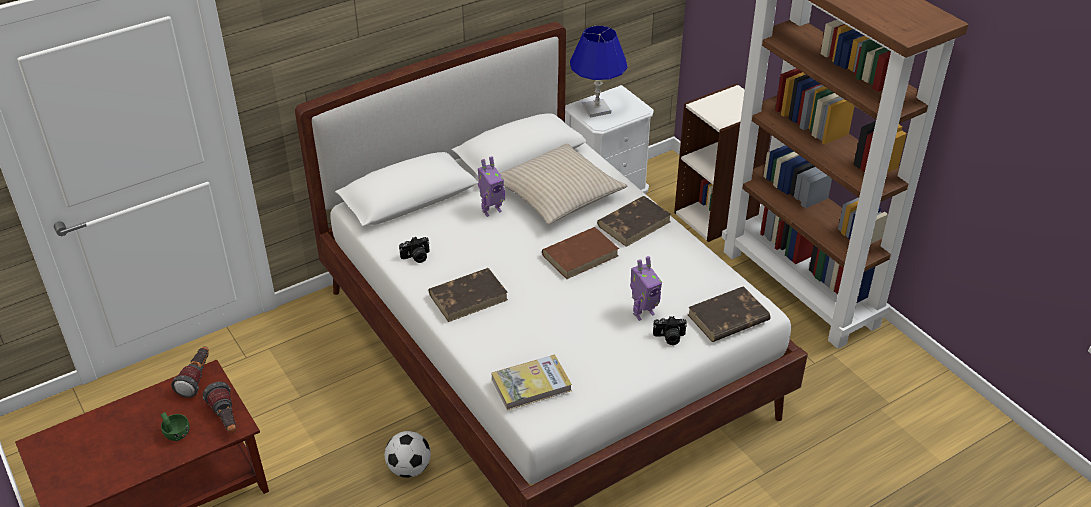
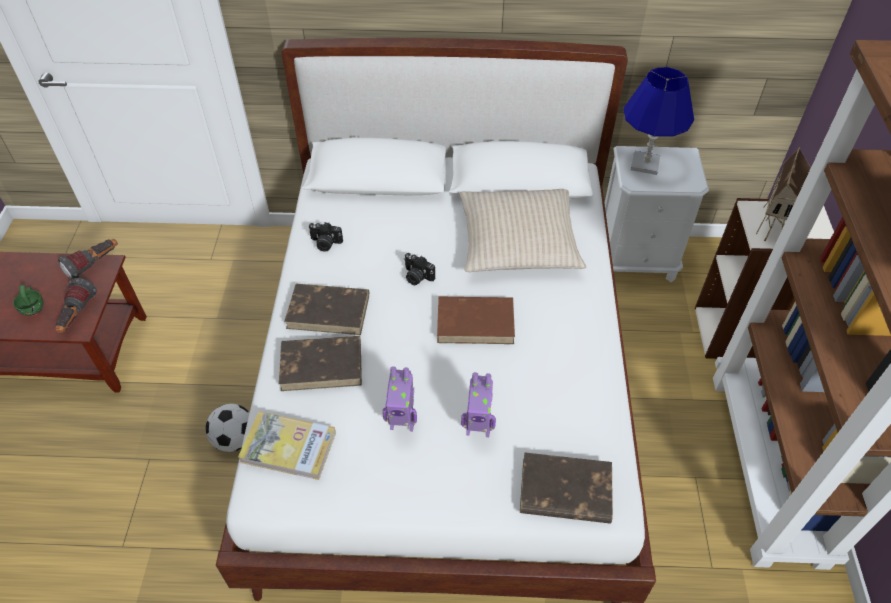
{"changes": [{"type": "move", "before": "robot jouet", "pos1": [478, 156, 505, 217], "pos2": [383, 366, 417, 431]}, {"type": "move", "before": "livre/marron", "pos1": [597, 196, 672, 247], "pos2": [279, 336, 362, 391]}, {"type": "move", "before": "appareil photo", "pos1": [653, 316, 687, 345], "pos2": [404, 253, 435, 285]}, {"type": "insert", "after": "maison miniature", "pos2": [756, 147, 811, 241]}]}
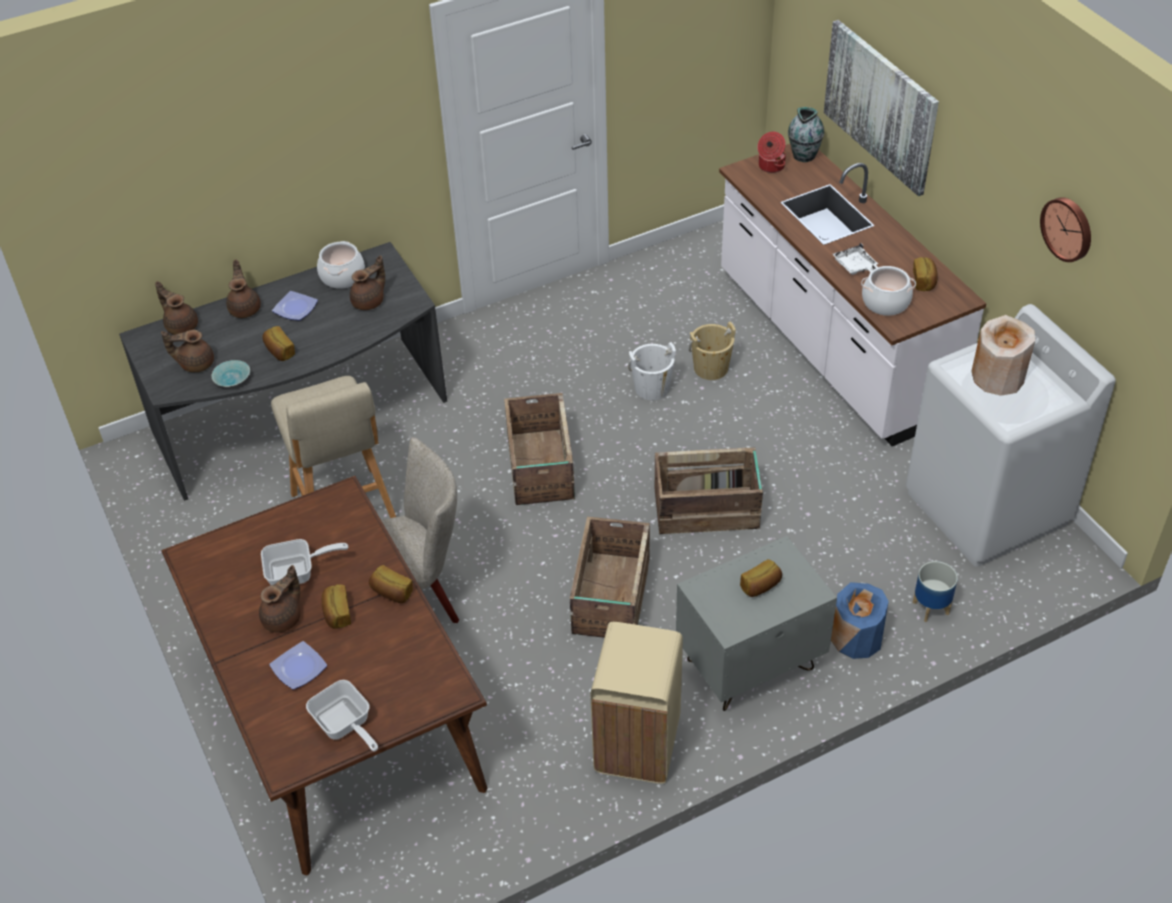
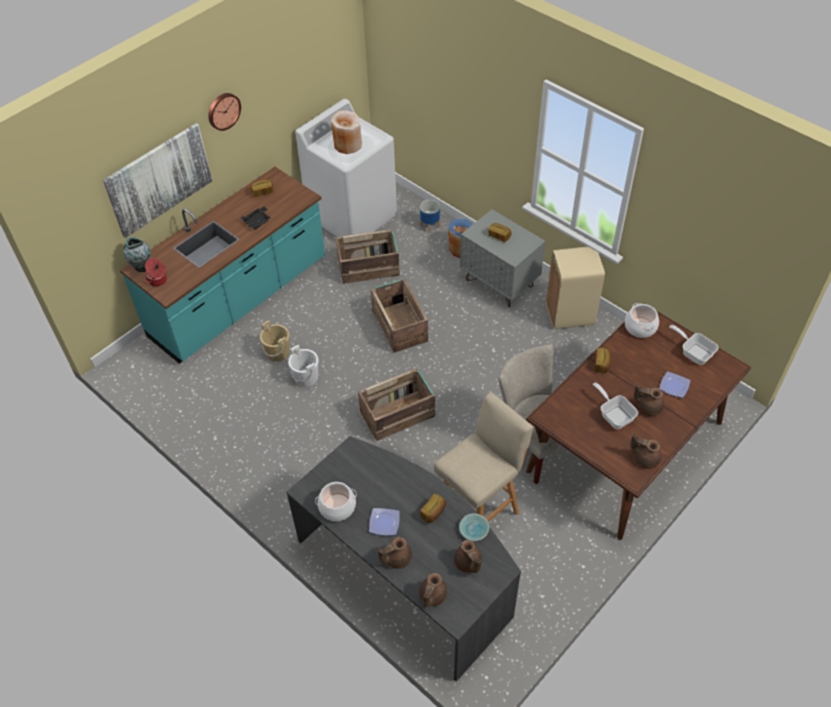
{"changes": [{"type": "recolor", "before": "comptoir de cuisine/blanc", "after": "comptoir de cuisine/turquoise", "pos1": [719, 144, 986, 446], "pos2": [120, 167, 325, 364]}, {"type": "move", "before": "horloge murale", "pos1": [1040, 197, 1091, 262], "pos2": [208, 93, 241, 131]}, {"type": "recolor", "before": "plateau/blanc", "after": "plateau/noir", "pos1": [832, 243, 878, 275], "pos2": [241, 206, 271, 230]}, {"type": "move", "before": "théière/marron", "pos1": [350, 255, 385, 310], "pos2": [630, 434, 661, 469]}, {"type": "move", "before": "marmite", "pos1": [861, 266, 916, 316], "pos2": [625, 303, 659, 338]}, {"type": "move", "before": "caisse", "pos1": [570, 517, 650, 638], "pos2": [336, 229, 400, 284]}, {"type": "delete", "before": "pain", "pos1": [322, 584, 351, 629]}, {"type": "rotate", "before": "poêle", "pos1": [306, 680, 378, 751], "pos2": [669, 325, 719, 365], "turn": -75}]}
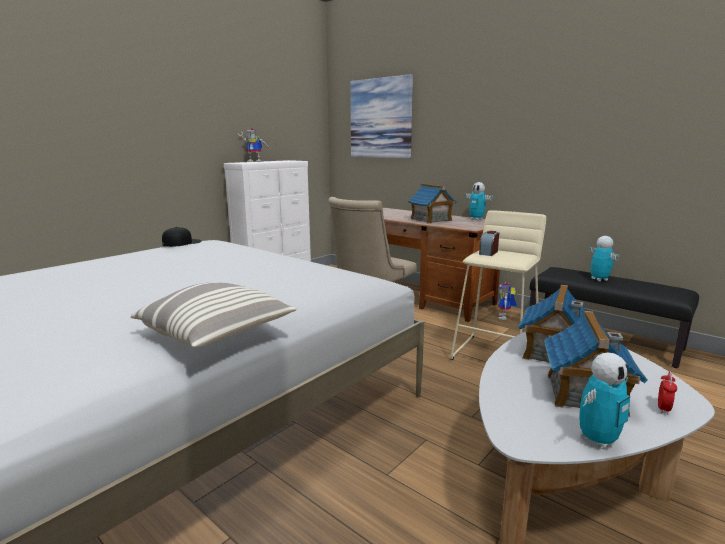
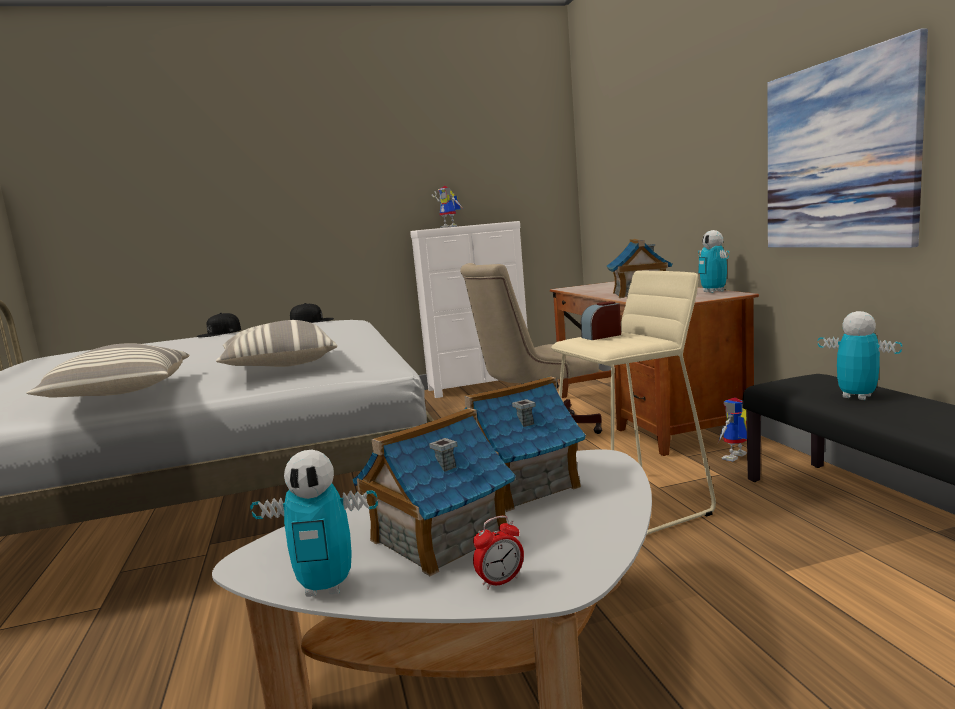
{"changes": [{"type": "move", "before": "tableau", "pos1": [350, 74, 413, 158], "pos2": [768, 29, 928, 248]}, {"type": "rotate", "before": "robot jouet", "pos1": [589, 236, 619, 281], "pos2": [818, 311, 902, 400], "turn": -60}, {"type": "insert", "after": "casquette/noir", "pos2": [197, 313, 241, 337]}, {"type": "insert", "after": "coussin", "pos2": [216, 320, 337, 367]}]}
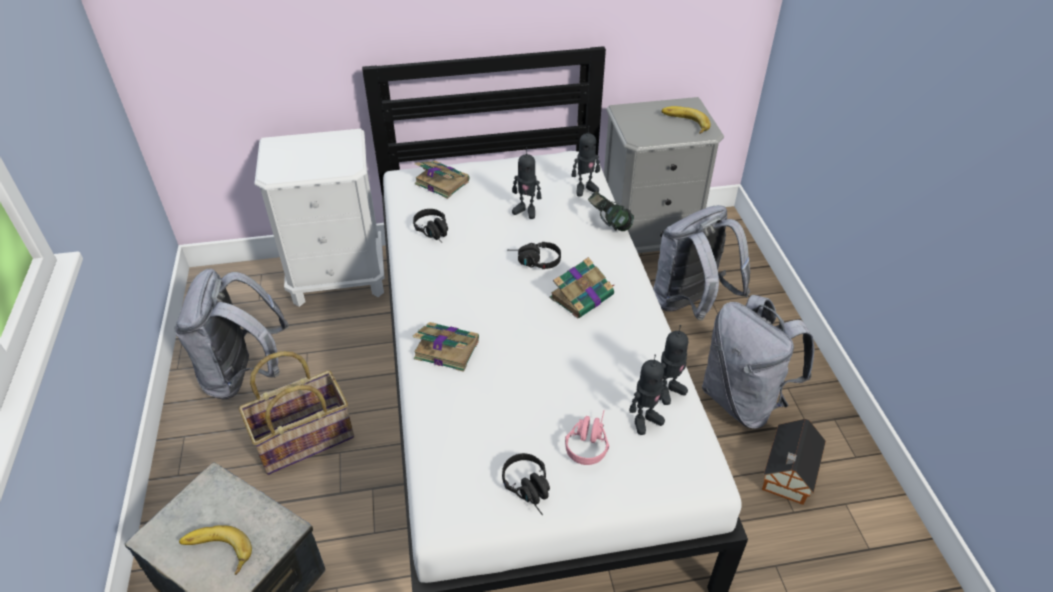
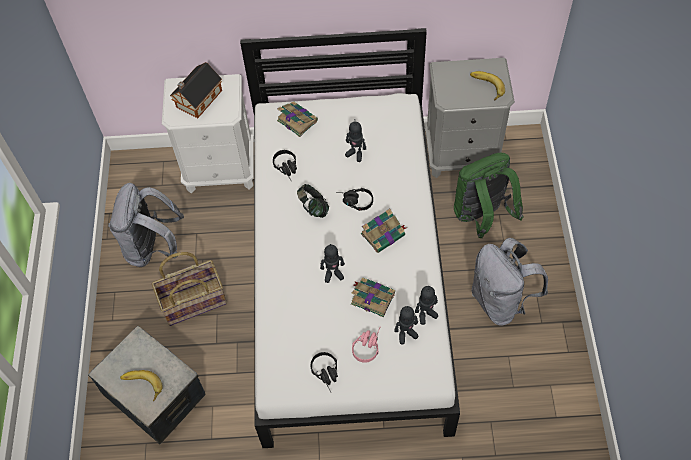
{"changes": [{"type": "move", "before": "robot jouet", "pos1": [571, 126, 600, 197], "pos2": [320, 244, 345, 283]}, {"type": "move", "before": "casque audio", "pos1": [588, 191, 634, 231], "pos2": [297, 184, 329, 218]}, {"type": "recolor", "before": "sac à dos/gris", "after": "sac à dos/vert", "pos1": [653, 205, 750, 320], "pos2": [454, 153, 524, 238]}, {"type": "move", "before": "livre", "pos1": [413, 322, 479, 372], "pos2": [351, 278, 395, 318]}, {"type": "move", "before": "maison miniature", "pos1": [762, 419, 826, 505], "pos2": [170, 62, 222, 118]}]}
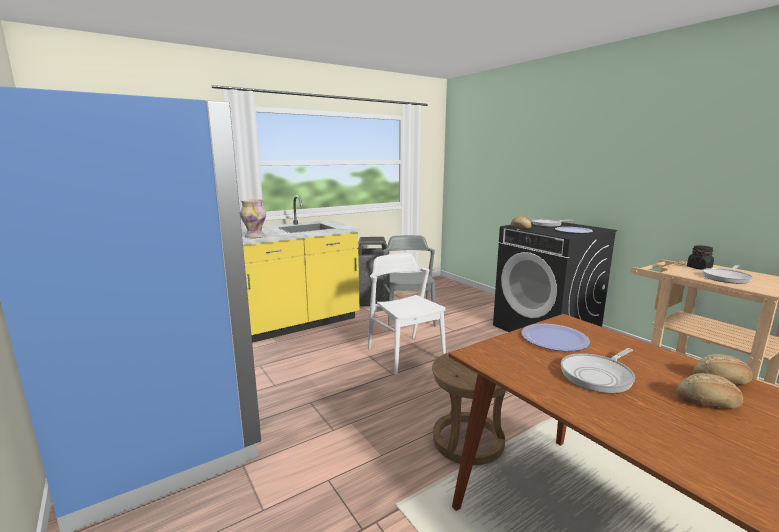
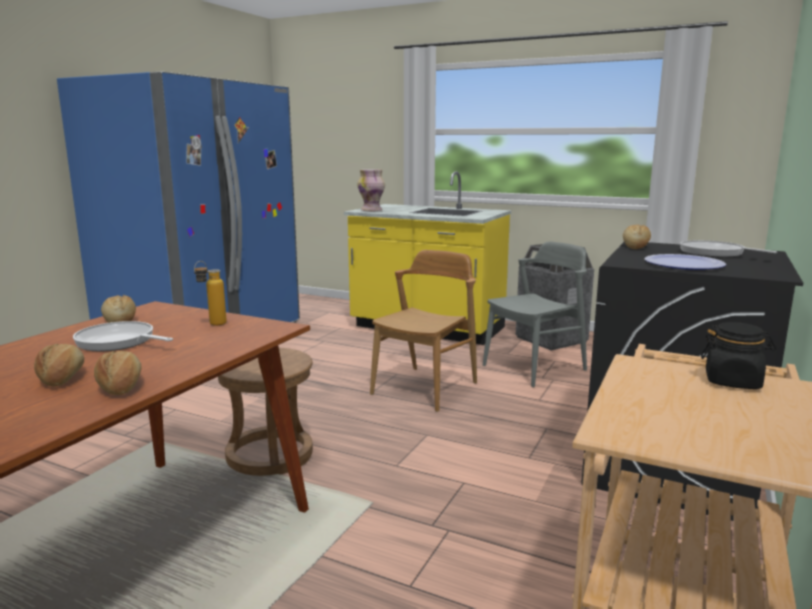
{"changes": [{"type": "recolor", "before": "chaise/blanc", "after": "chaise/marron", "pos1": [368, 253, 446, 375], "pos2": [370, 250, 477, 412]}, {"type": "delete", "before": "poêle", "pos1": [702, 265, 753, 284]}, {"type": "replace", "before": "assiette", "after": "bouteille", "pos1": [521, 324, 590, 351], "pos2": [194, 261, 227, 326]}, {"type": "insert", "after": "pain", "pos2": [101, 295, 136, 323]}]}
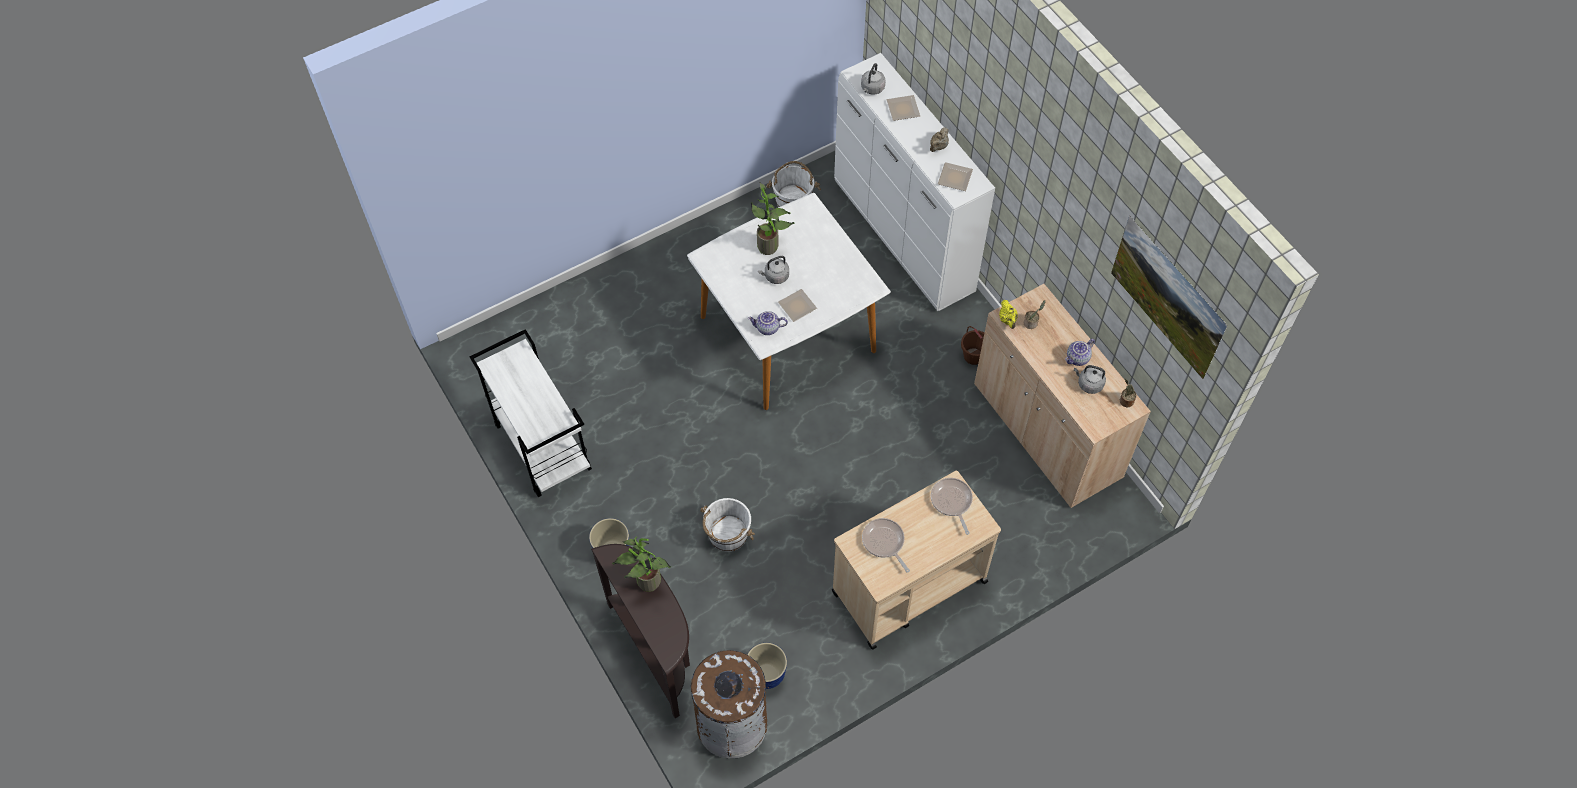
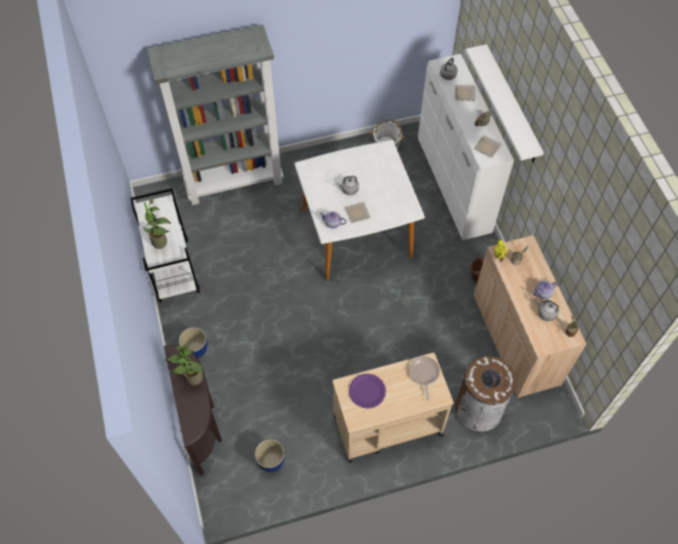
{"changes": [{"type": "move", "before": "plante en pot", "pos1": [751, 182, 794, 255], "pos2": [143, 197, 171, 249]}, {"type": "delete", "before": "tableau", "pos1": [1111, 215, 1228, 379]}, {"type": "delete", "before": "seau/blanc", "pos1": [700, 498, 755, 552]}, {"type": "replace", "before": "poêle", "after": "assiette/violet", "pos1": [862, 518, 910, 573], "pos2": [349, 374, 386, 409]}, {"type": "move", "before": "poubelle/marron", "pos1": [691, 650, 769, 759], "pos2": [455, 356, 518, 432]}, {"type": "insert", "after": "bibliothèque/gris", "pos2": [147, 24, 284, 205]}, {"type": "insert", "after": "étagère/blanc", "pos2": [465, 44, 544, 162]}]}
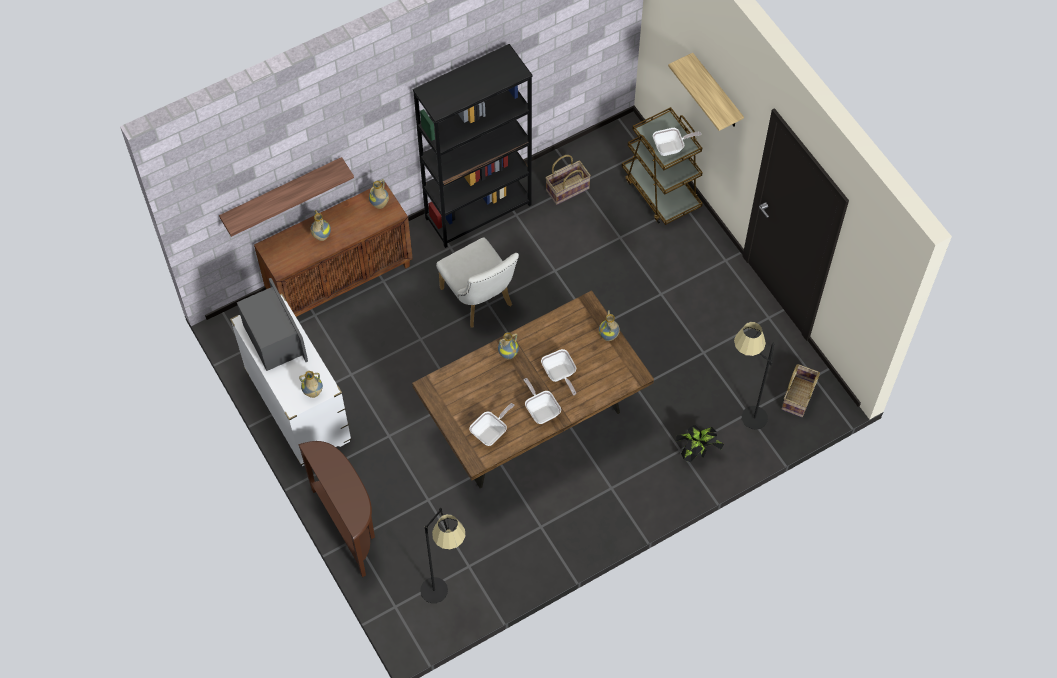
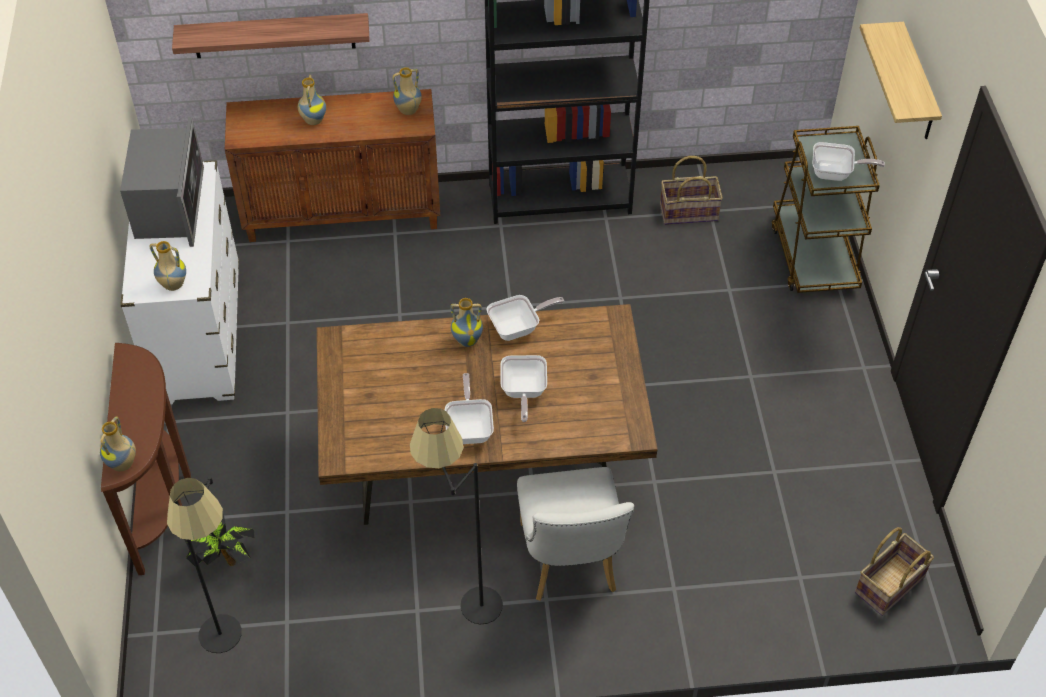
{"changes": [{"type": "move", "before": "chaise/blanc", "pos1": [436, 237, 519, 328], "pos2": [517, 467, 634, 601]}, {"type": "move", "before": "vase", "pos1": [599, 310, 620, 341], "pos2": [100, 417, 136, 471]}, {"type": "move", "before": "lampadaire/noir", "pos1": [734, 322, 774, 430], "pos2": [410, 408, 503, 624]}, {"type": "move", "before": "poêle", "pos1": [469, 403, 514, 446], "pos2": [486, 295, 564, 341]}, {"type": "move", "before": "plante en pot", "pos1": [676, 425, 724, 462], "pos2": [184, 514, 254, 566]}]}
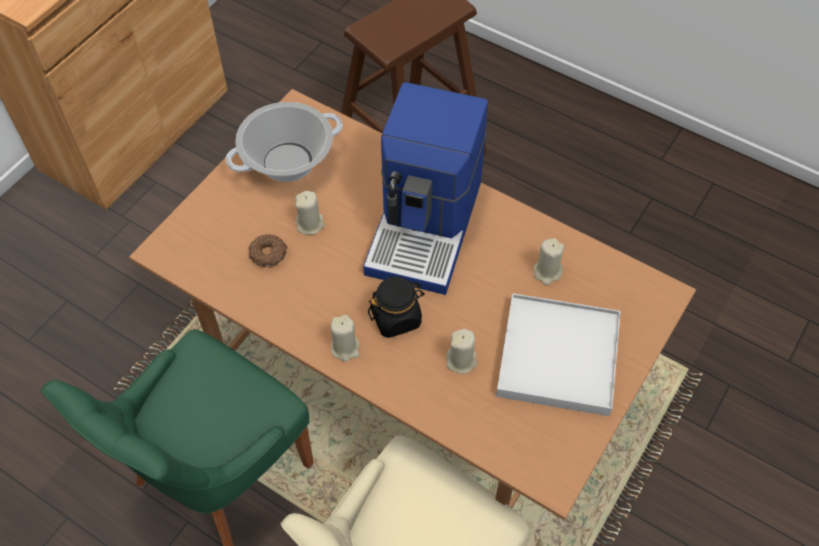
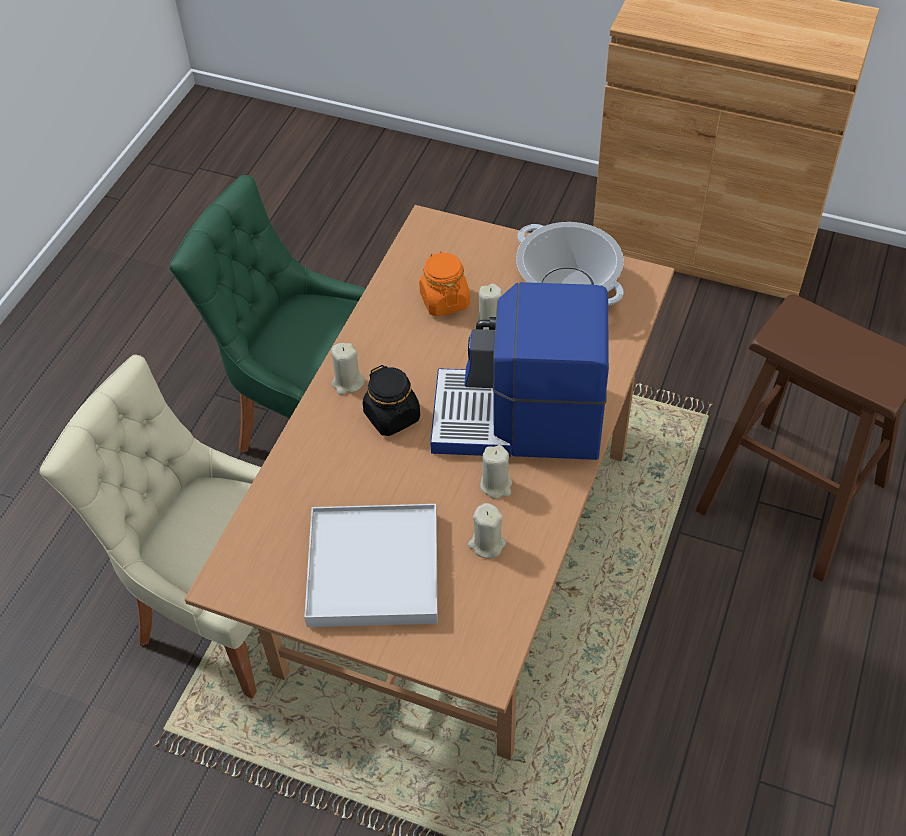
{"changes": [{"type": "replace", "before": "beignet", "after": "bocal/orange", "pos1": [249, 234, 288, 267], "pos2": [419, 251, 470, 317]}, {"type": "move", "before": "bougie/beige", "pos1": [446, 329, 477, 374], "pos2": [480, 445, 512, 499]}]}
